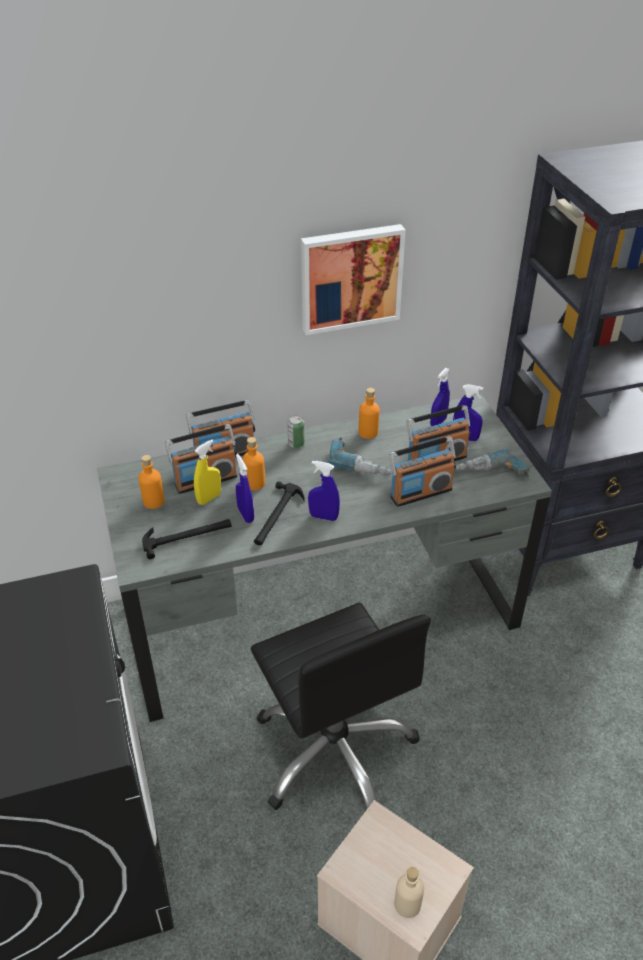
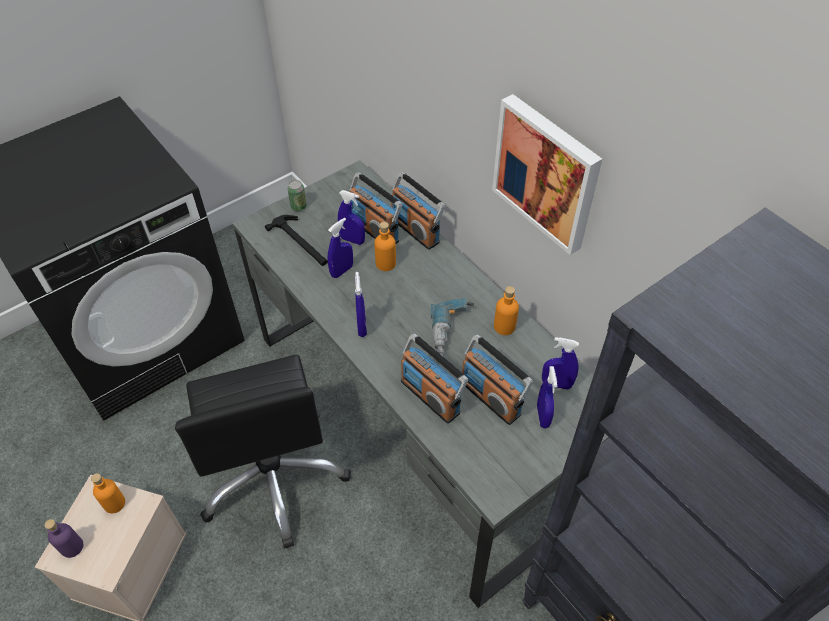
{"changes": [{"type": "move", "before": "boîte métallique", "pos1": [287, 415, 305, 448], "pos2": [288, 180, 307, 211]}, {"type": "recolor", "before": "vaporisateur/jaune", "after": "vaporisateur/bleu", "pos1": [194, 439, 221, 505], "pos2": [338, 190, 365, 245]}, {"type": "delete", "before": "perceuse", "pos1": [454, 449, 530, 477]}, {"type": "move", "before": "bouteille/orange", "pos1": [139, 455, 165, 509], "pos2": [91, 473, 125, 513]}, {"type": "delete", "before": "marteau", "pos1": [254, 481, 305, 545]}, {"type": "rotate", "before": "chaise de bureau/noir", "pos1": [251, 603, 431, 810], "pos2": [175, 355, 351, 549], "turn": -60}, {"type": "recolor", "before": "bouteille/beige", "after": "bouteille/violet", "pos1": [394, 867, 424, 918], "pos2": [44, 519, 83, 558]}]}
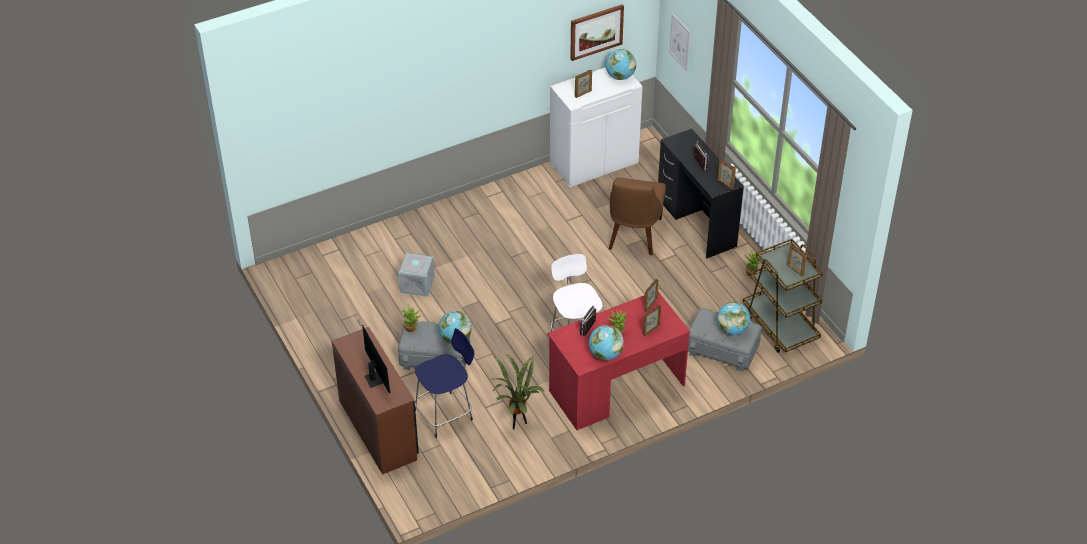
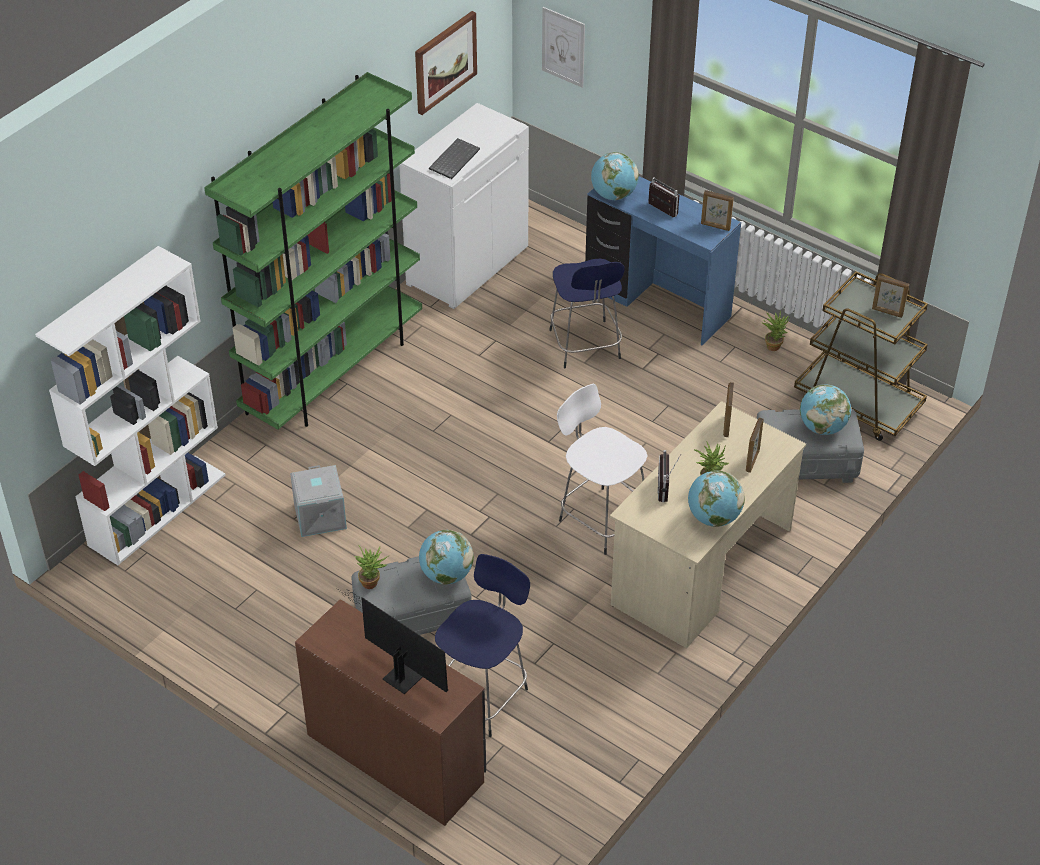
{"changes": [{"type": "move", "before": "globe", "pos1": [606, 49, 636, 80], "pos2": [591, 152, 639, 201]}, {"type": "replace", "before": "cadre photo", "after": "clavier", "pos1": [575, 70, 592, 98], "pos2": [429, 138, 480, 179]}, {"type": "recolor", "before": "bureau/noir", "after": "bureau/bleu", "pos1": [658, 128, 744, 259], "pos2": [585, 176, 741, 345]}, {"type": "replace", "before": "chaise/marron", "after": "tabouret/bleu", "pos1": [609, 177, 666, 255], "pos2": [549, 259, 625, 368]}, {"type": "recolor", "before": "bureau/rouge", "after": "bureau/beige", "pos1": [547, 292, 690, 430], "pos2": [610, 401, 806, 648]}, {"type": "delete", "before": "plante en pot", "pos1": [492, 354, 545, 430]}, {"type": "insert", "after": "bibliothèque/vert", "pos2": [204, 72, 422, 430]}, {"type": "insert", "after": "bibliothèque/blanc", "pos2": [35, 246, 225, 565]}]}
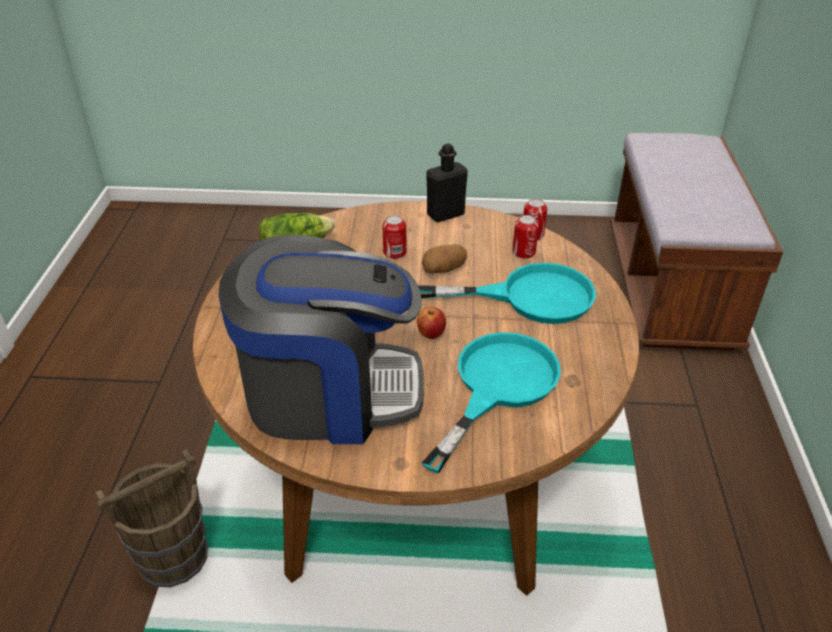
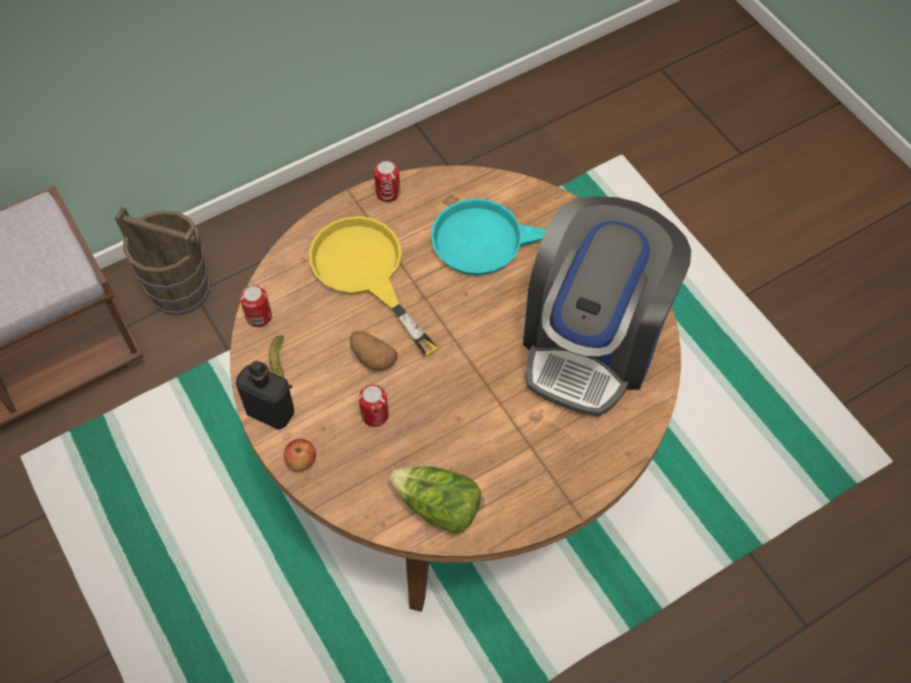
{"changes": [{"type": "move", "before": "boîte métallique", "pos1": [512, 215, 539, 259], "pos2": [374, 161, 400, 202]}, {"type": "rotate", "before": "machine à café", "pos1": [218, 235, 424, 444], "pos2": [523, 196, 691, 416], "turn": -120}, {"type": "recolor", "before": "poêle/turquoise", "after": "poêle/jaune", "pos1": [418, 263, 596, 324], "pos2": [309, 216, 438, 356]}, {"type": "move", "before": "pomme", "pos1": [417, 307, 446, 339], "pos2": [284, 439, 316, 472]}, {"type": "move", "before": "seau/marron", "pos1": [96, 449, 208, 588], "pos2": [115, 207, 210, 315]}, {"type": "insert", "after": "banane", "pos2": [269, 335, 292, 389]}]}
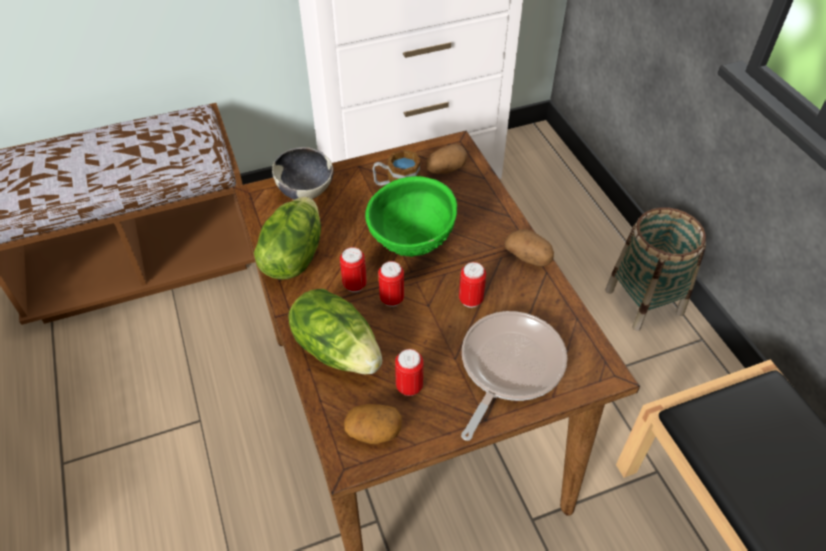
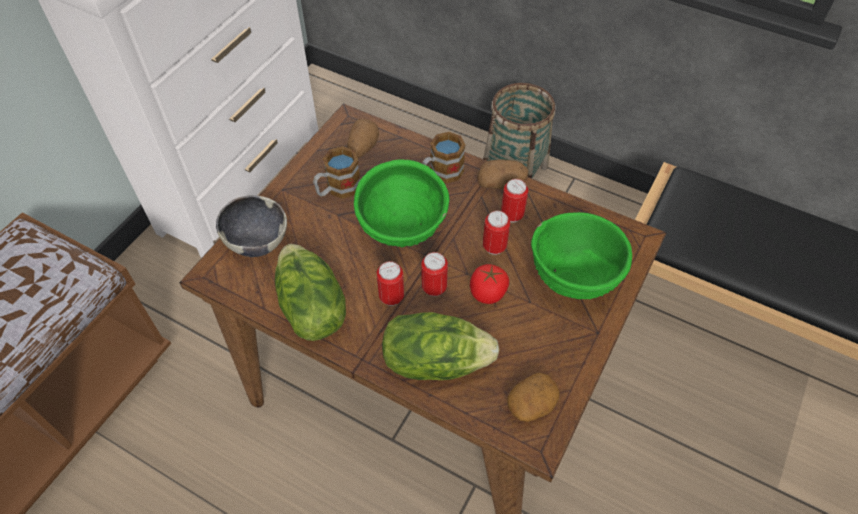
{"changes": [{"type": "replace", "before": "poêle", "after": "bol/vert", "pos1": [461, 311, 567, 441], "pos2": [531, 212, 632, 300]}, {"type": "move", "before": "boîte métallique", "pos1": [395, 349, 424, 396], "pos2": [501, 179, 528, 223]}, {"type": "insert", "after": "mug", "pos2": [422, 132, 465, 184]}, {"type": "insert", "after": "tomate", "pos2": [470, 264, 509, 304]}]}
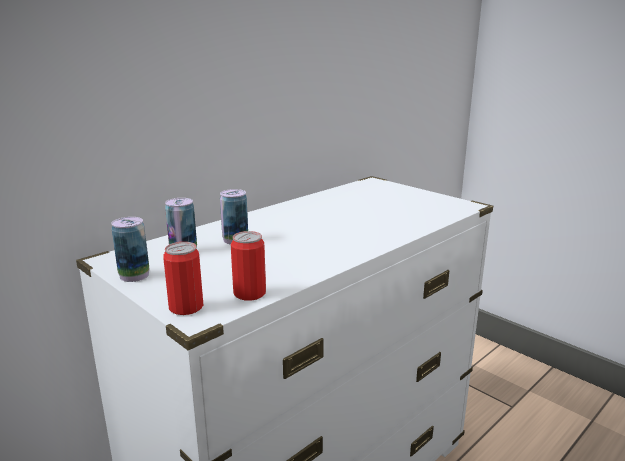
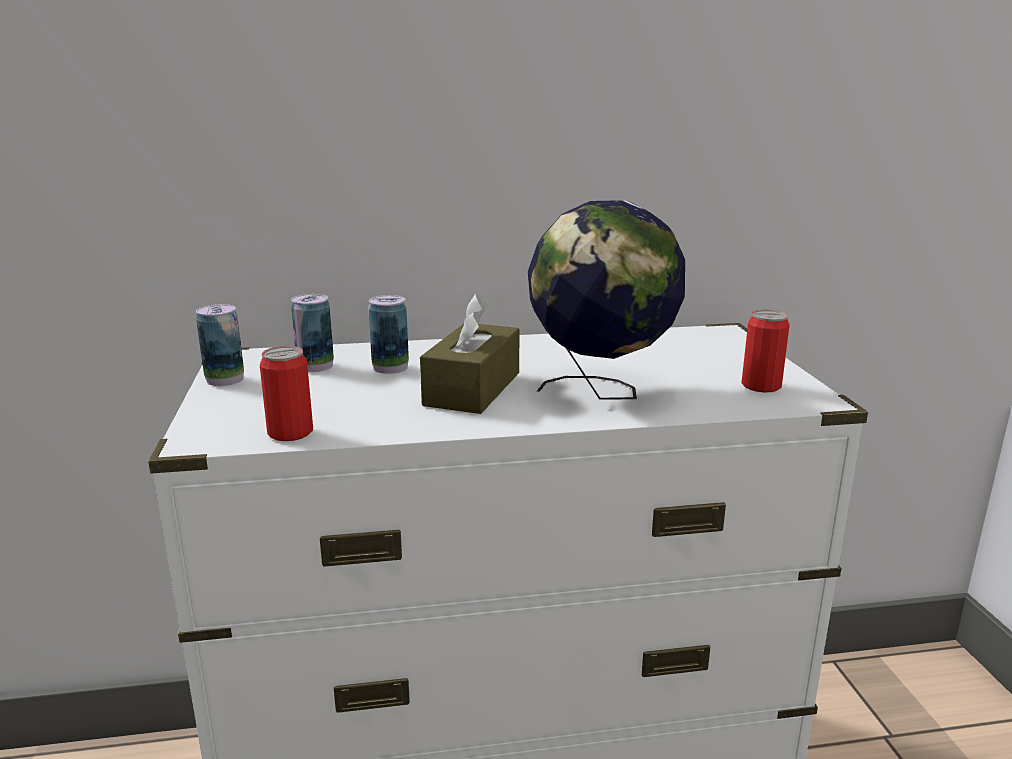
{"changes": [{"type": "move", "before": "boîte métallique", "pos1": [163, 242, 203, 315], "pos2": [741, 310, 790, 392]}, {"type": "insert", "after": "globe", "pos2": [528, 200, 685, 400]}, {"type": "insert", "after": "boîte à mouchoirs/marron", "pos2": [420, 293, 519, 414]}]}
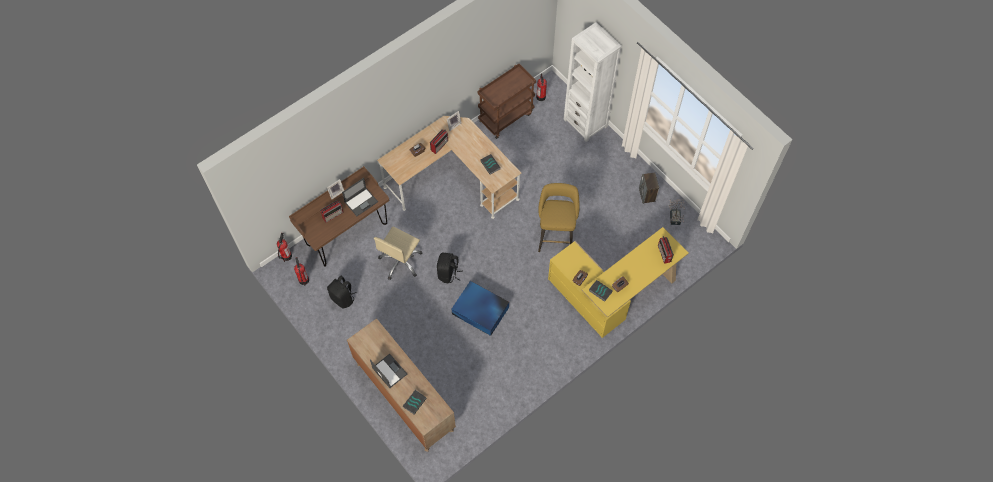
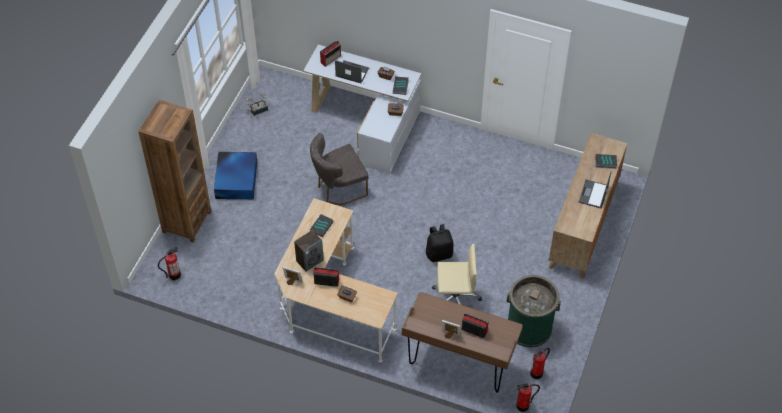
{"changes": [{"type": "recolor", "before": "bibliothèque/blanc", "after": "bibliothèque/marron", "pos1": [564, 22, 622, 142], "pos2": [138, 100, 211, 243]}, {"type": "delete", "before": "chariot/marron", "pos1": [478, 64, 536, 139]}, {"type": "move", "before": "enceinte", "pos1": [639, 173, 659, 204], "pos2": [294, 230, 324, 272]}, {"type": "move", "before": "ordinateur portable", "pos1": [342, 178, 378, 216], "pos2": [335, 60, 369, 83]}, {"type": "replace", "before": "tabouret/jaune", "after": "chaise/gris", "pos1": [538, 183, 580, 252], "pos2": [310, 133, 369, 205]}, {"type": "recolor", "before": "bureau/jaune", "after": "bureau/blanc", "pos1": [548, 227, 689, 338], "pos2": [303, 44, 422, 174]}, {"type": "replace", "before": "sac à dos/noir", "after": "poubelle/vert", "pos1": [327, 276, 357, 309], "pos2": [507, 275, 561, 347]}, {"type": "move", "before": "boîte de rangement/bleu", "pos1": [452, 281, 509, 336], "pos2": [214, 152, 257, 199]}]}
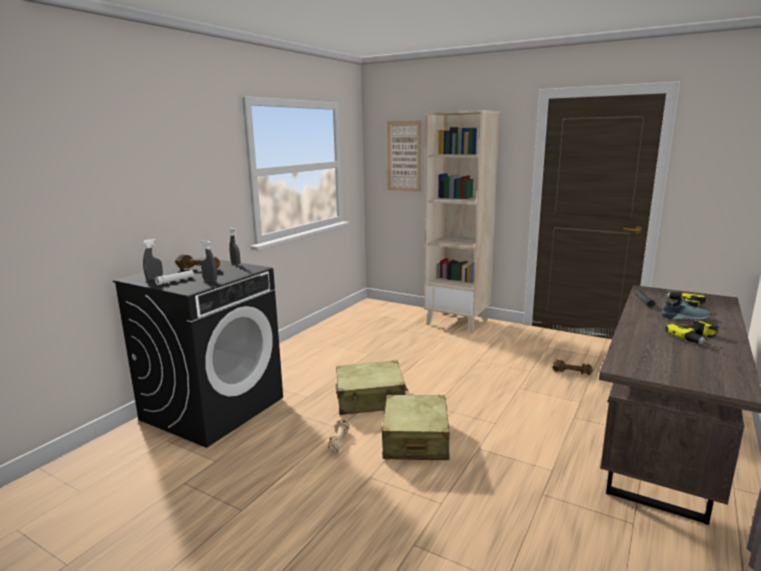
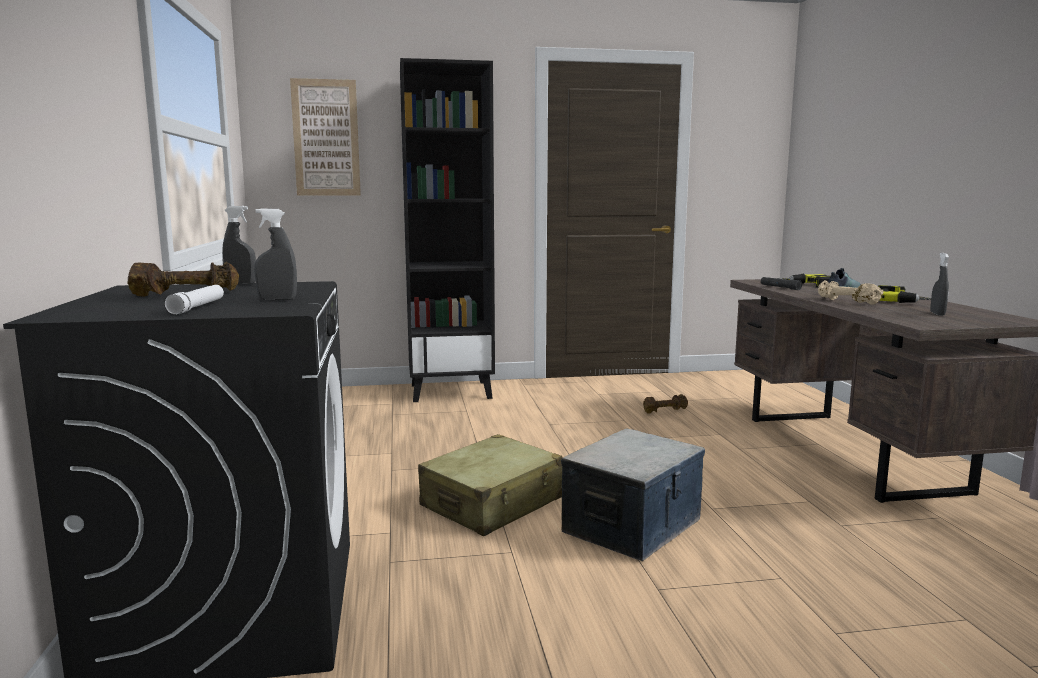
{"changes": [{"type": "recolor", "before": "bibliothèque/beige", "after": "bibliothèque/noir", "pos1": [424, 110, 500, 333], "pos2": [400, 58, 495, 402]}, {"type": "move", "before": "vaporisateur/gris", "pos1": [143, 239, 163, 280], "pos2": [930, 253, 949, 316]}, {"type": "replace", "before": "valise/beige", "after": "boîte de rangement", "pos1": [381, 395, 450, 460], "pos2": [561, 429, 705, 561]}, {"type": "move", "before": "haltère/beige", "pos1": [328, 419, 350, 454], "pos2": [818, 280, 883, 305]}]}
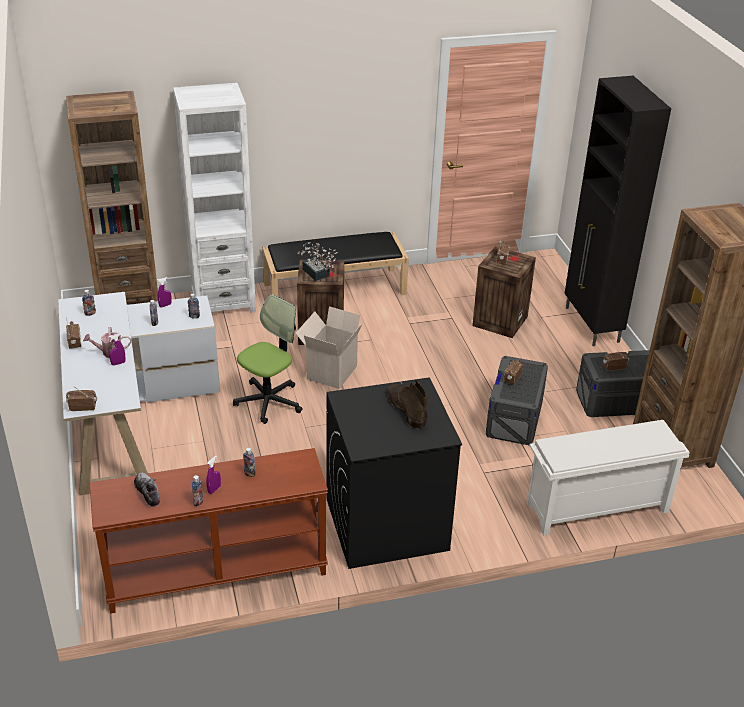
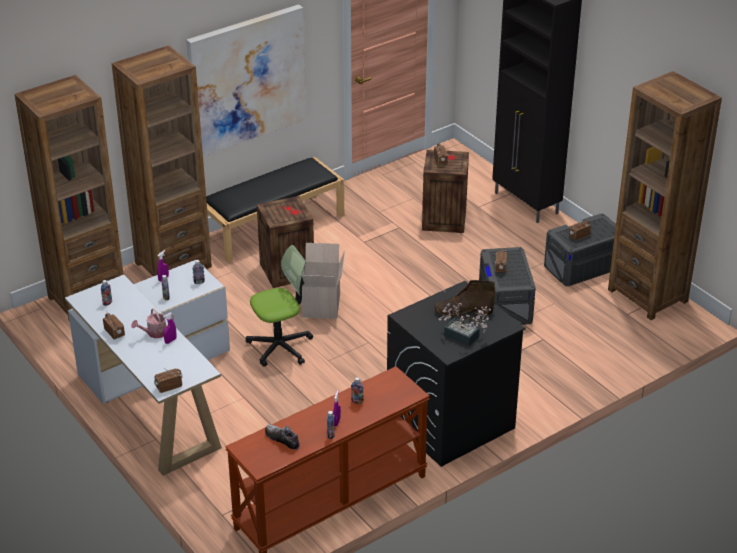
{"changes": [{"type": "recolor", "before": "bibliothèque/blanc", "after": "bibliothèque/marron", "pos1": [173, 83, 256, 312], "pos2": [112, 45, 212, 276]}, {"type": "move", "before": "plante en pot", "pos1": [297, 242, 338, 281], "pos2": [439, 303, 491, 346]}, {"type": "rotate", "before": "chaise de bureau", "pos1": [233, 294, 303, 424], "pos2": [246, 245, 313, 367], "turn": 45}, {"type": "rotate", "before": "botte/marron", "pos1": [387, 381, 428, 429], "pos2": [434, 280, 495, 317], "turn": -45}, {"type": "delete", "before": "étagère à chaussures/blanc", "pos1": [526, 420, 690, 535]}, {"type": "insert", "after": "tableau", "pos2": [186, 5, 306, 156]}]}
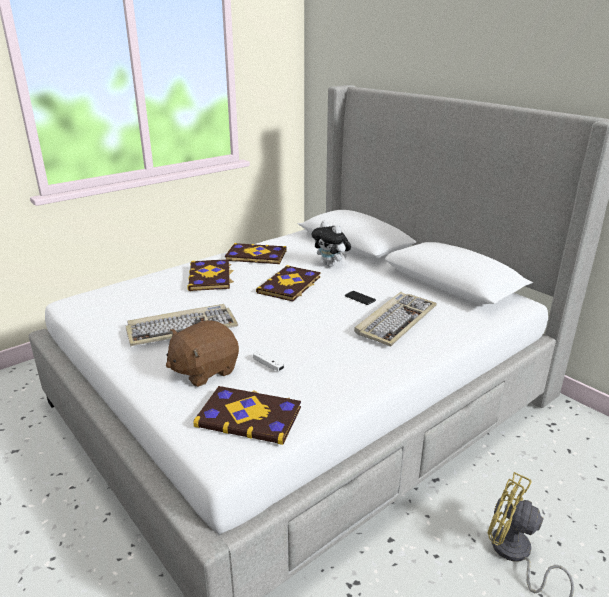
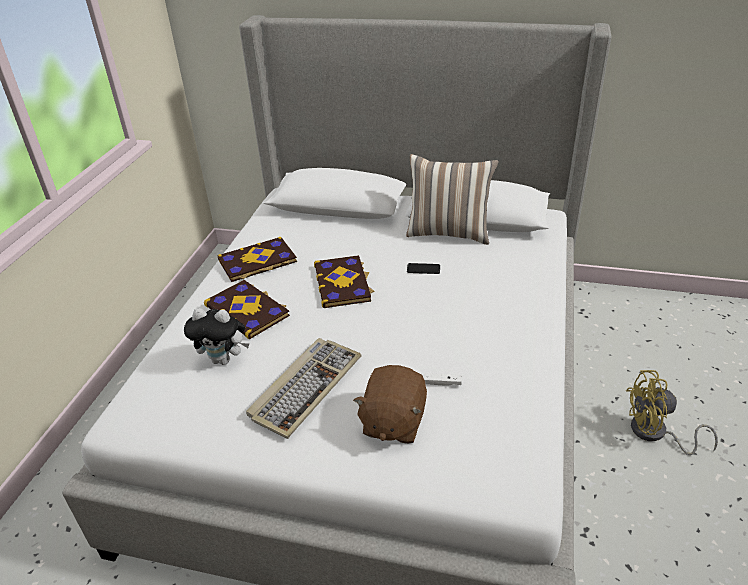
{"changes": [{"type": "move", "before": "peluche", "pos1": [311, 221, 351, 267], "pos2": [184, 308, 249, 365]}, {"type": "delete", "before": "clavier", "pos1": [354, 292, 437, 346]}, {"type": "delete", "before": "livre", "pos1": [194, 386, 301, 445]}, {"type": "insert", "after": "coussin", "pos2": [406, 154, 499, 245]}]}
